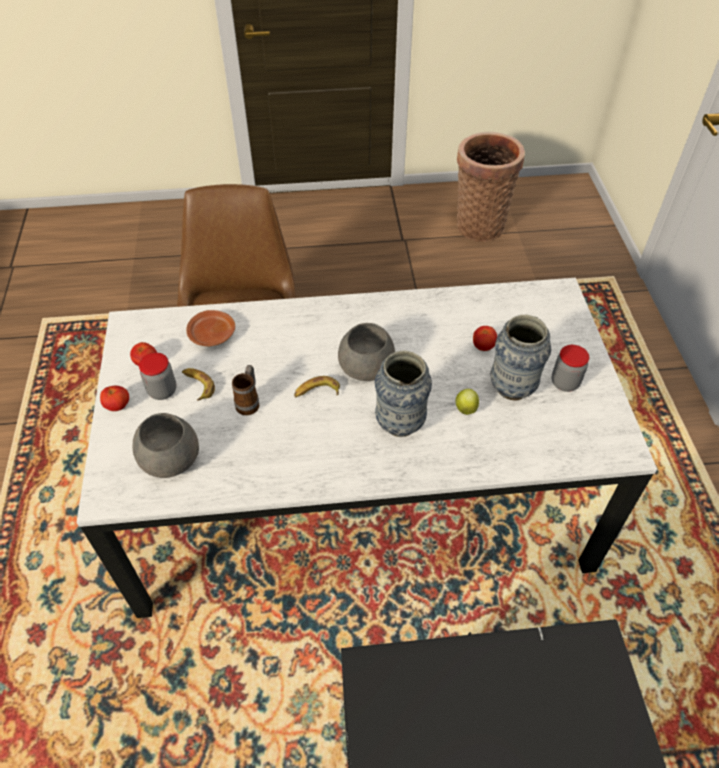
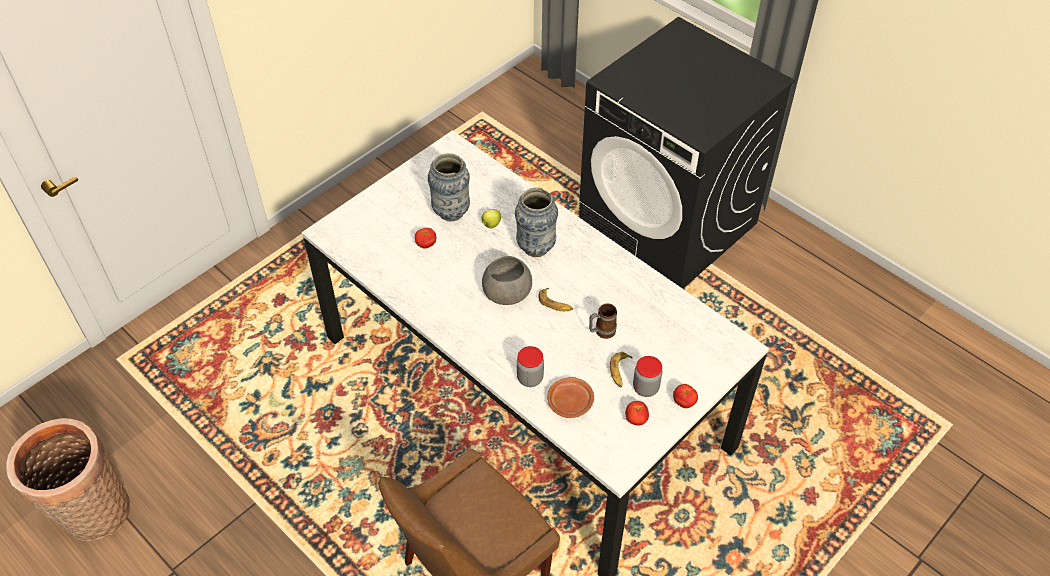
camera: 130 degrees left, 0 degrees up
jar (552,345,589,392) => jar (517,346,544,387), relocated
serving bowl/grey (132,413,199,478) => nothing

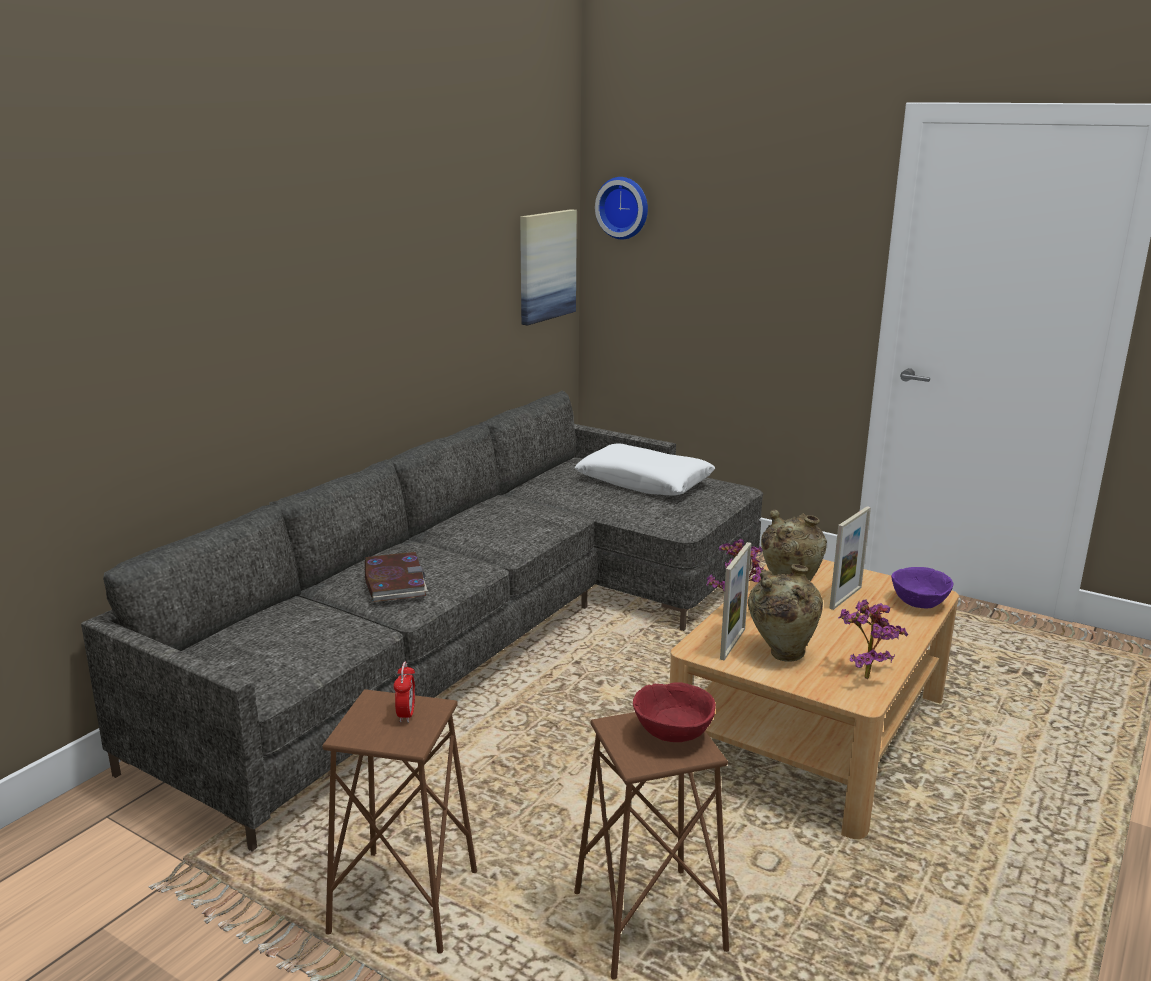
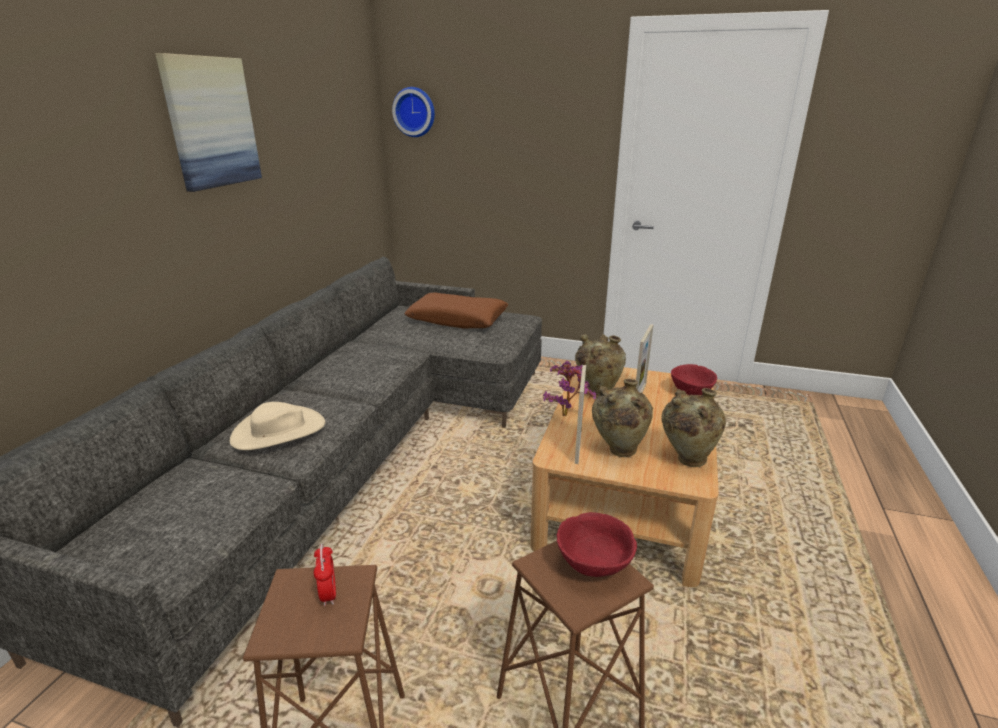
camera: 15 degrees left, 5 degrees up
wall picture (520,209,577,326) => wall picture (155,53,262,192), relocated
throw pillow/white (575,443,715,496) => throw pillow/brown (404,293,509,328)
bound book (365,552,428,602) => wearable hat/sand-coloured (230,402,325,450)
serving bowl/purple (891,567,953,608) => serving bowl/red (671,364,717,395)
potted plant (838,599,908,679) => decorative vase/sand-coloured (661,388,726,467)

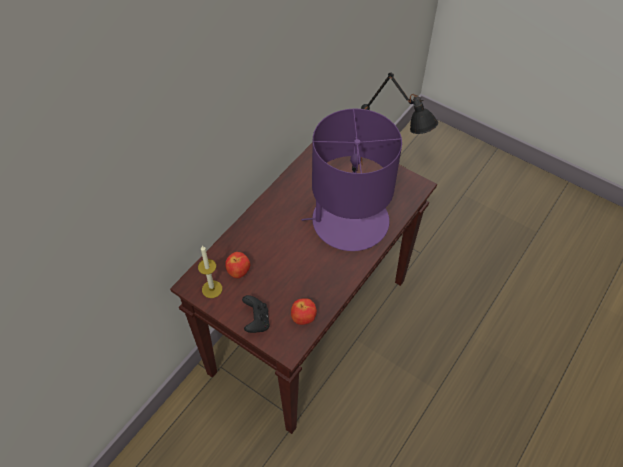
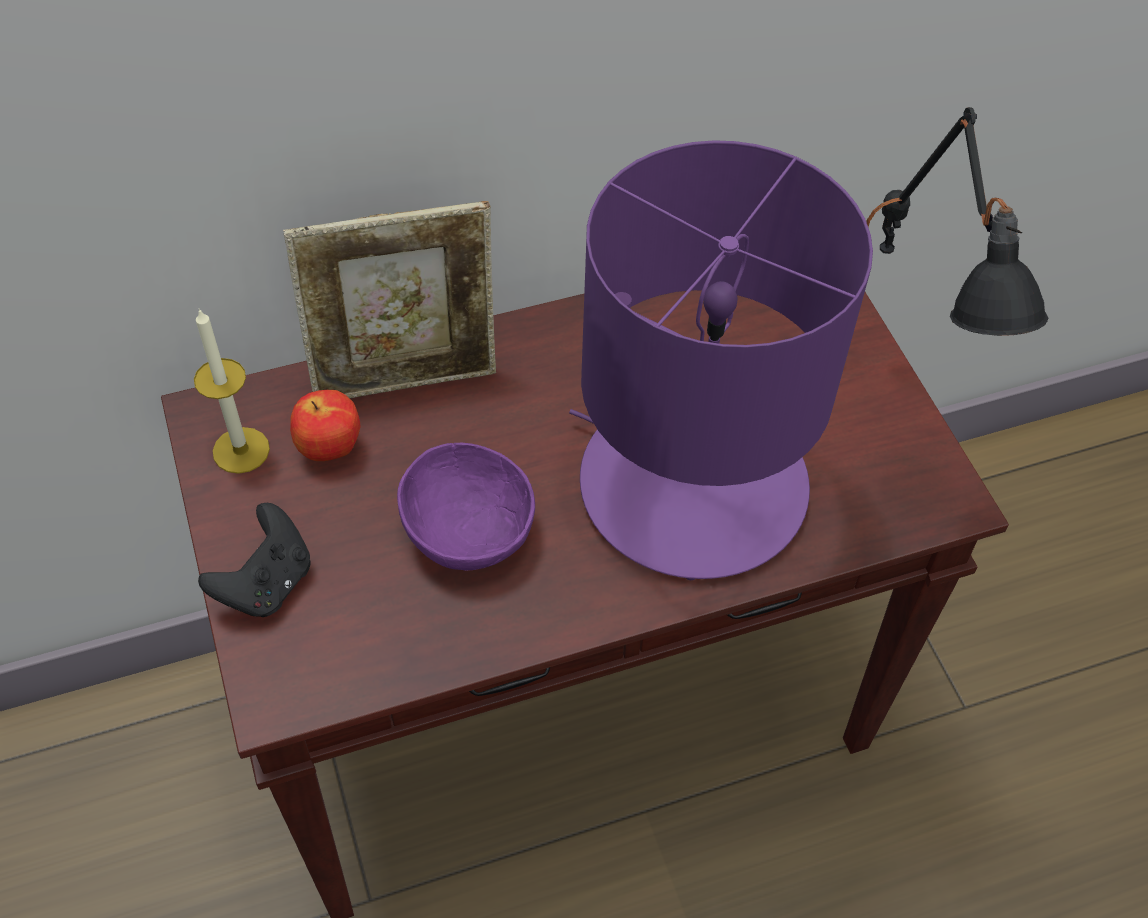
camera: 35 degrees right, 0 degrees up
apple (291,298,317,325) => nothing
nothing => standing frame (283,201,496,398)
nothing => serving bowl/purple (397,443,535,570)

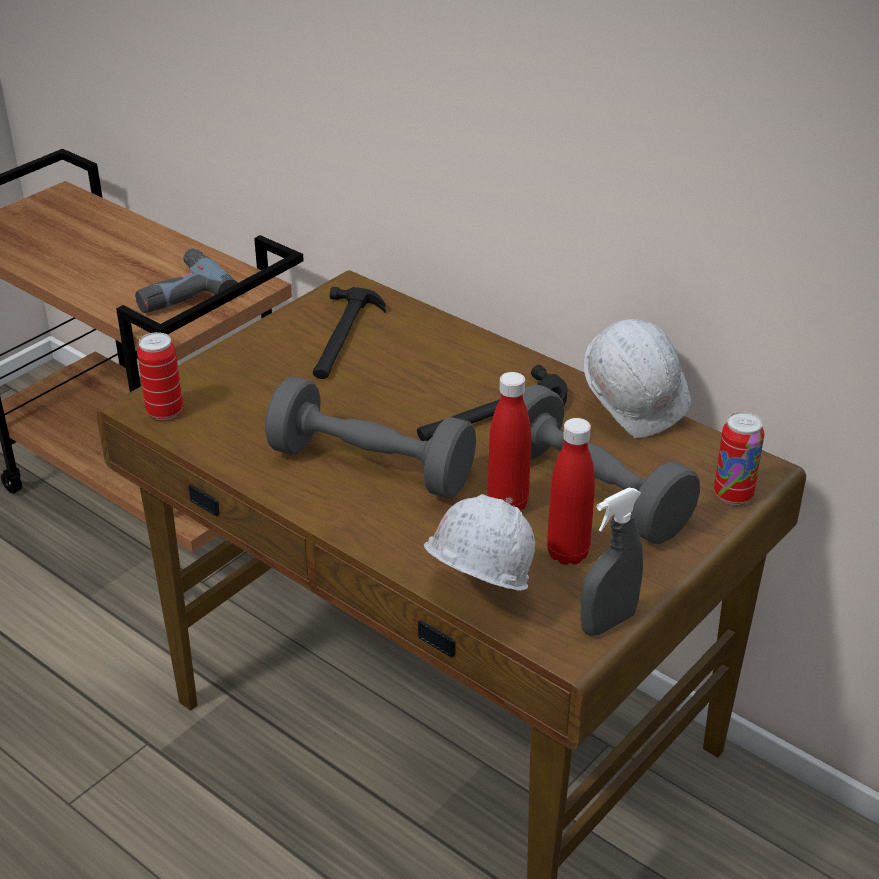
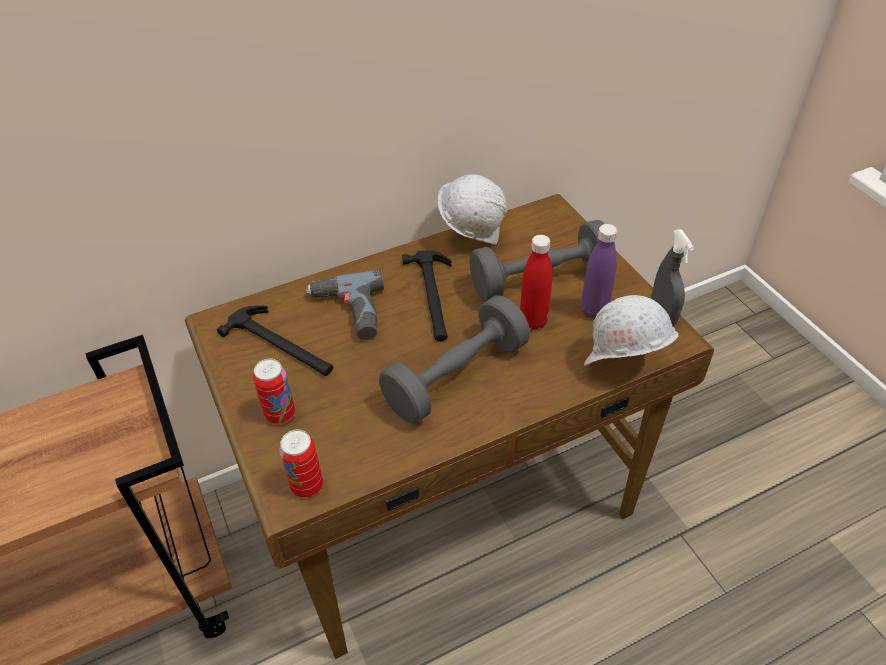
camera: 65 degrees left, 10 degrees up
electric drill (135,248,238,313) => electric drill (306,270,384,340), relocated
metal can (714,412,764,505) => metal can (253,358,295,424), relocated
beverage bottle/red (547,418,595,565) => beverage bottle/purple (581,224,617,319)

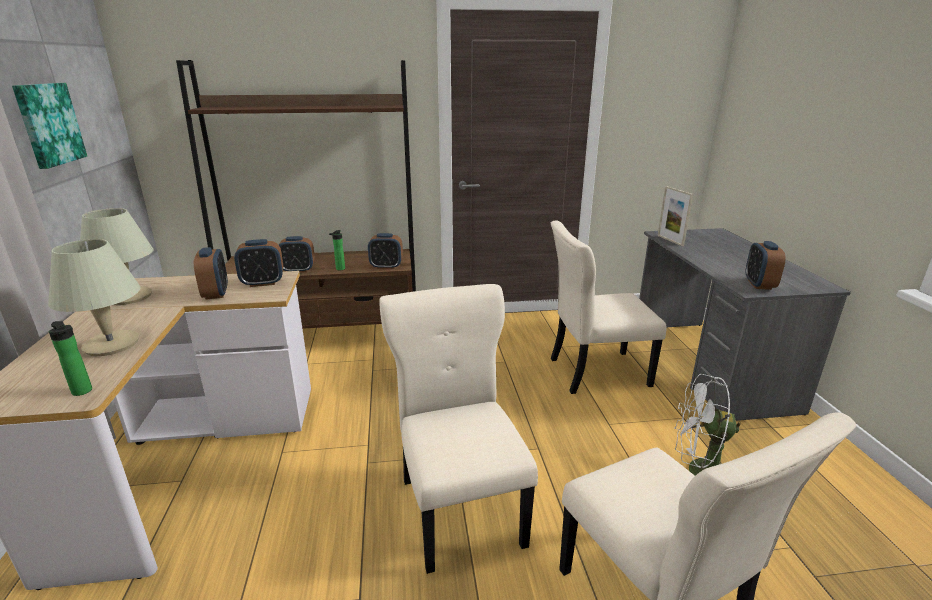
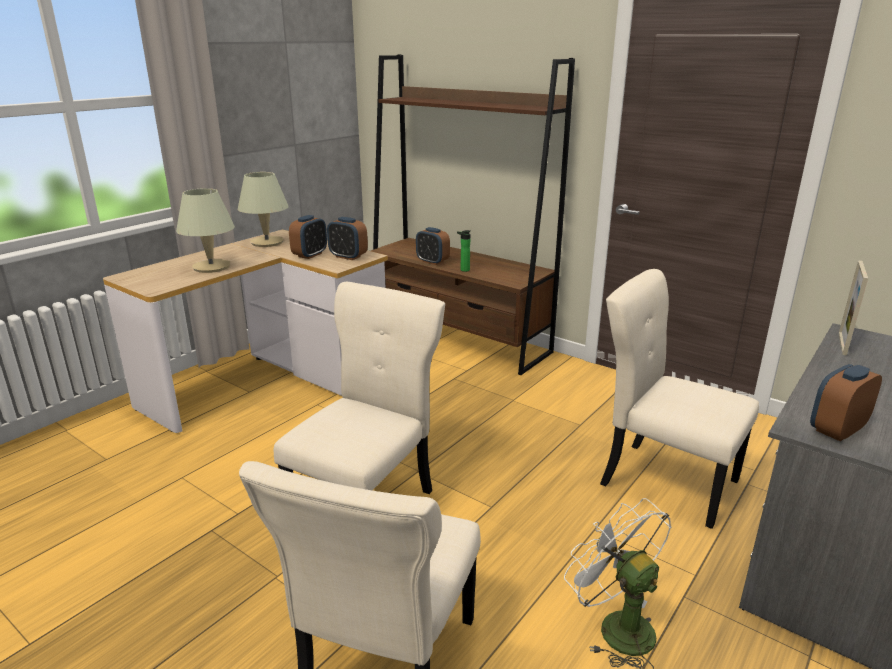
camera: 45 degrees right, 0 degrees up
wall picture (12,83,87,169) => nothing
alarm clock (368,233,403,269) => nothing
beverage bottle (49,321,92,396) => nothing

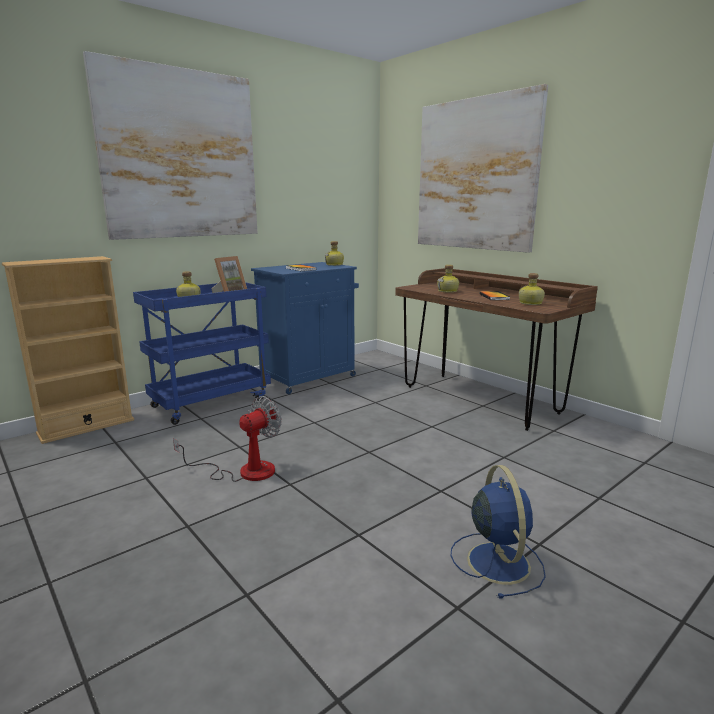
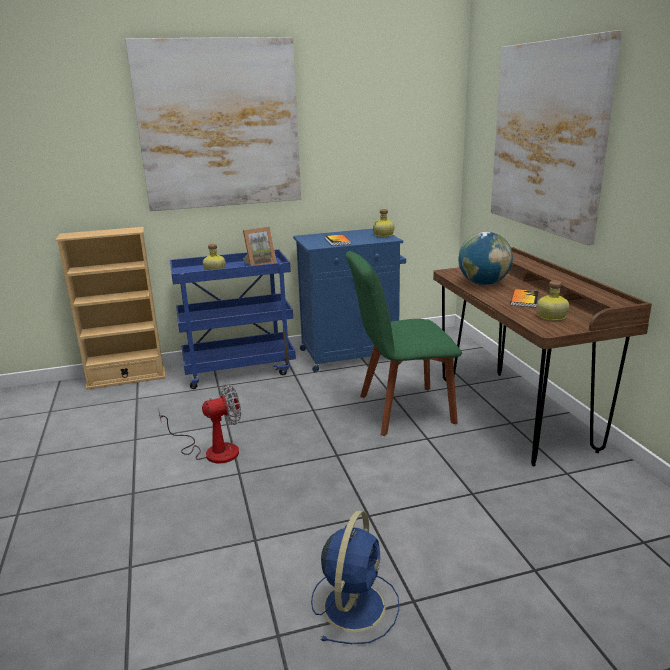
camera: 25 degrees right, 5 degrees up
beverage bottle (437,265,459,293) => world globe (459,232,513,285)
nothing => upright chair/greenish (346,251,462,436)

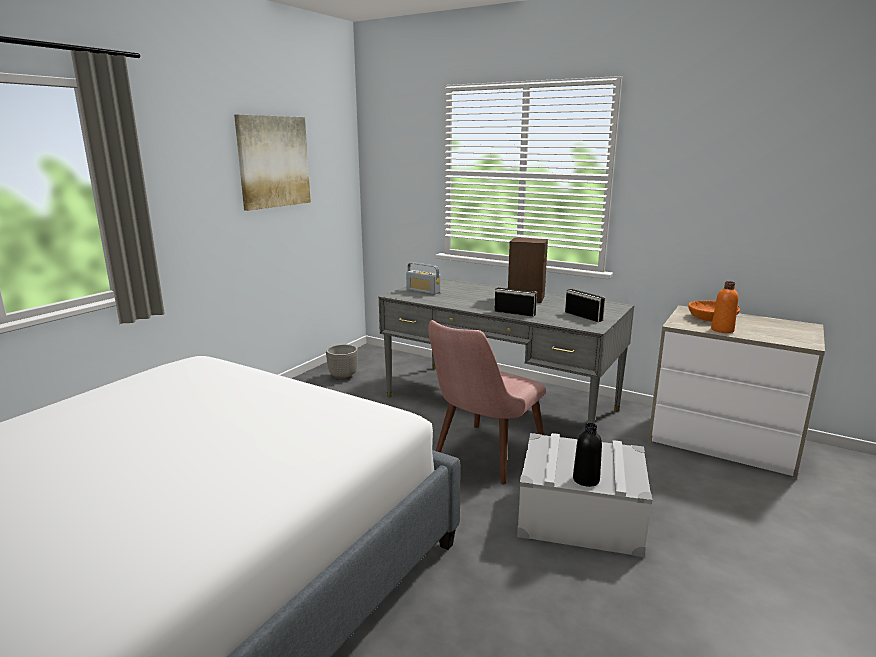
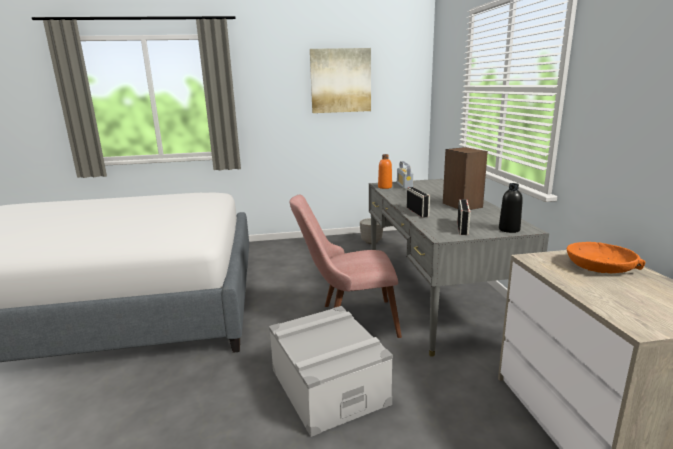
camera: 50 degrees right, 0 degrees up
beverage bottle/orange (711,281,738,333) => beverage bottle/orange (378,154,392,189), relocated
beverage bottle/black (573,423,602,487) => beverage bottle/black (499,183,523,233), relocated

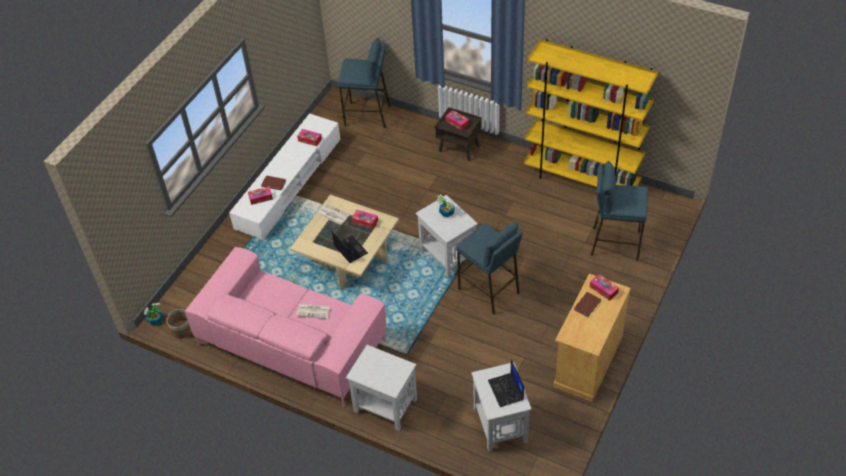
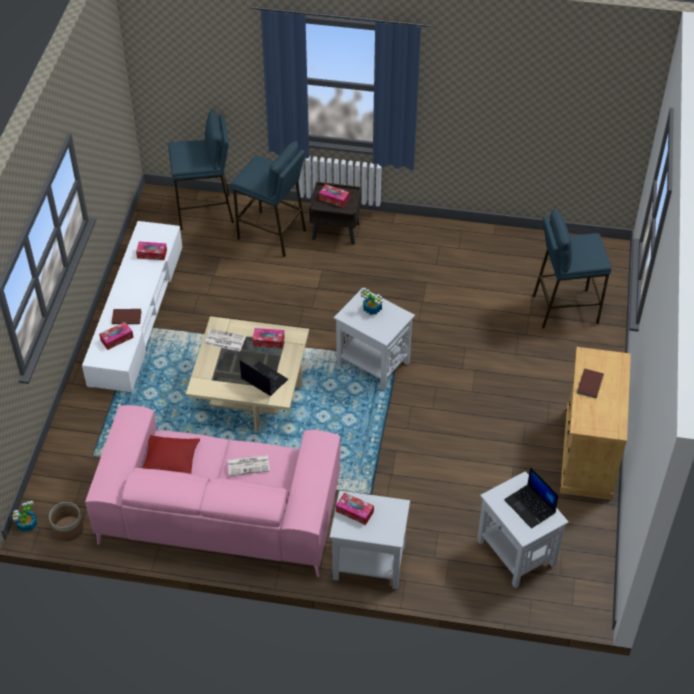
camera: 20 degrees left, 0 degrees up
bookcase/yellow-coloured (524,39,658,187) => nothing
sitting stool/blue-coloured (456,222,523,315) => sitting stool/blue-coloured (231,141,306,257), relocated
box of tissues (590,274,619,301) => box of tissues (336,492,374,525), relocated
nothing => throw pillow/red (142,435,200,474)

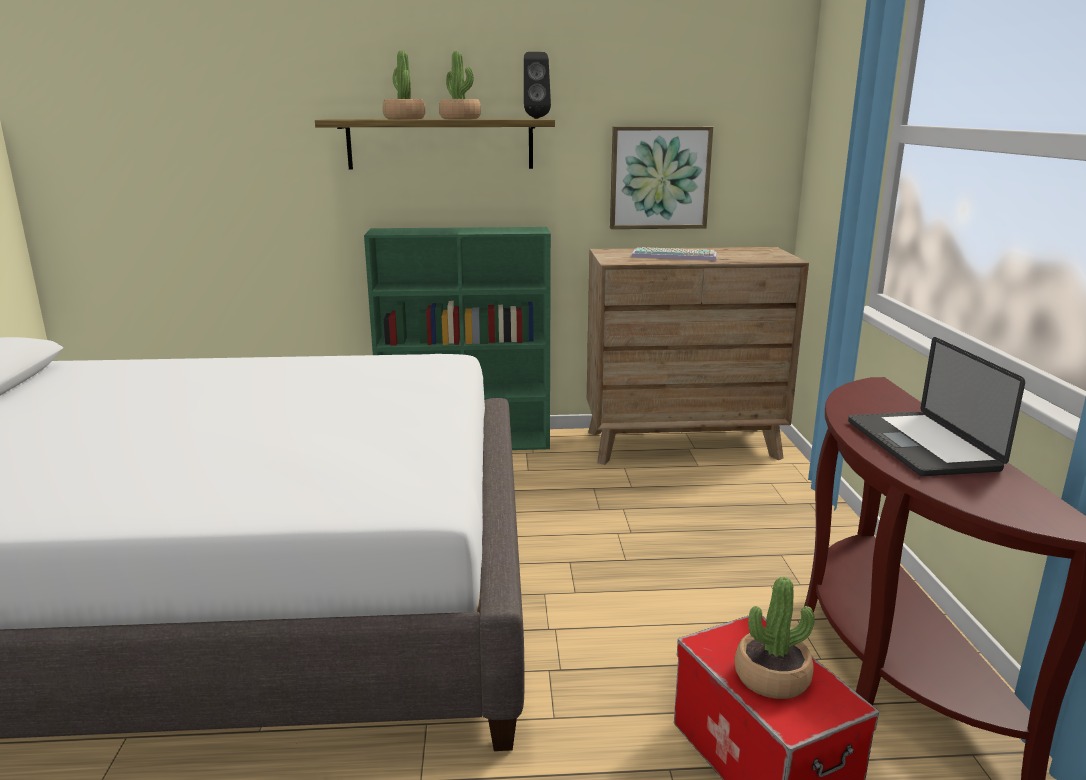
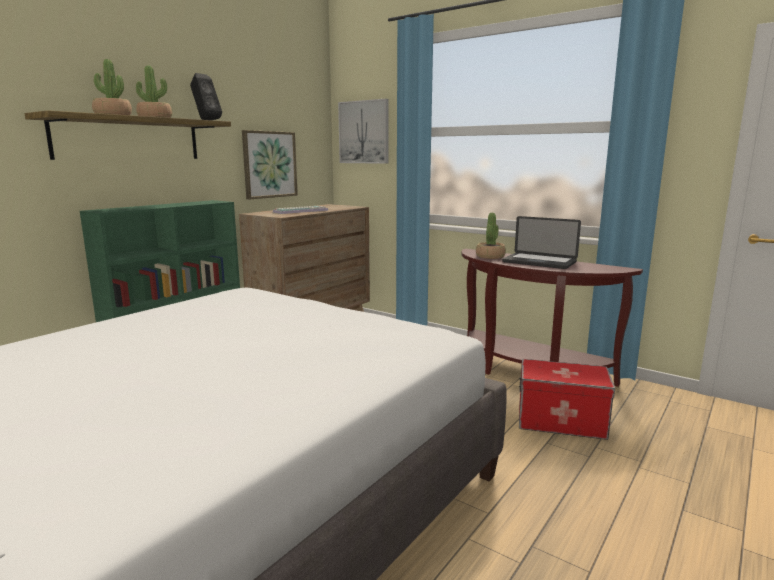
camera: 50 degrees left, 5 degrees down
potted plant (734,577,815,699) => potted plant (476,213,506,259), relocated
nothing => wall picture (338,99,388,164)

